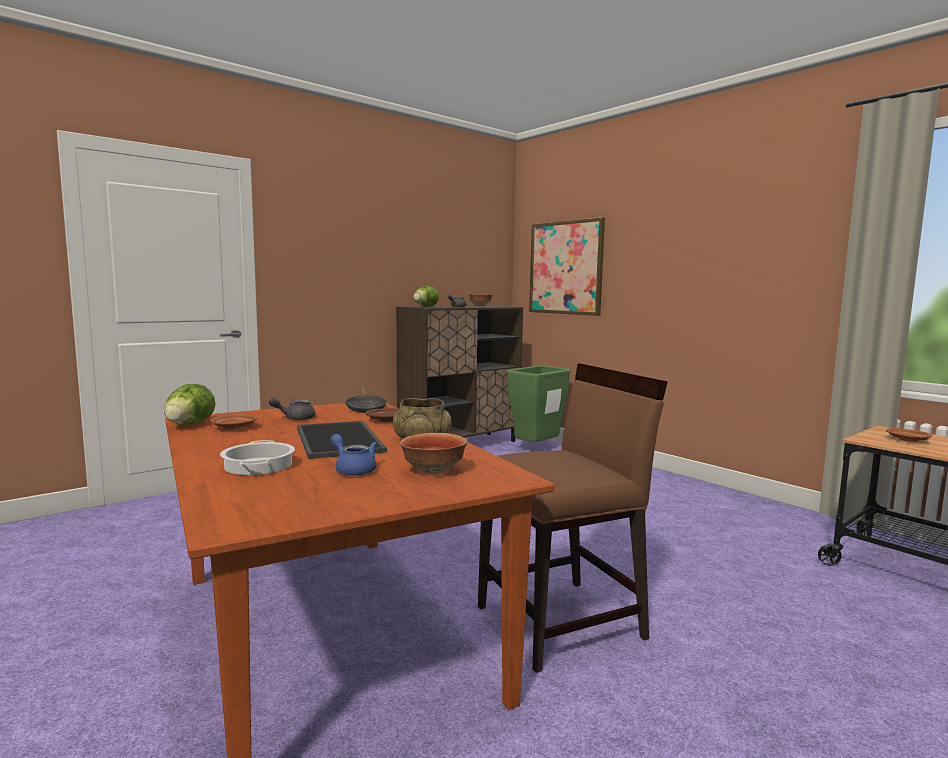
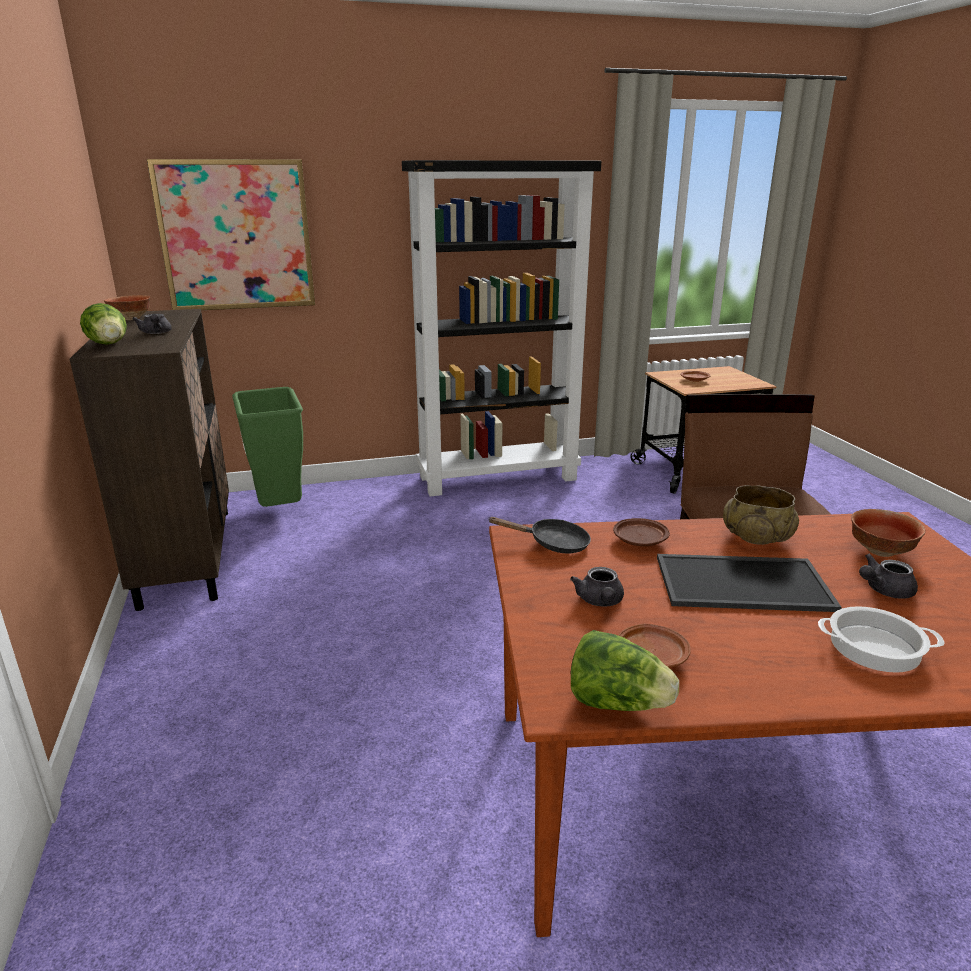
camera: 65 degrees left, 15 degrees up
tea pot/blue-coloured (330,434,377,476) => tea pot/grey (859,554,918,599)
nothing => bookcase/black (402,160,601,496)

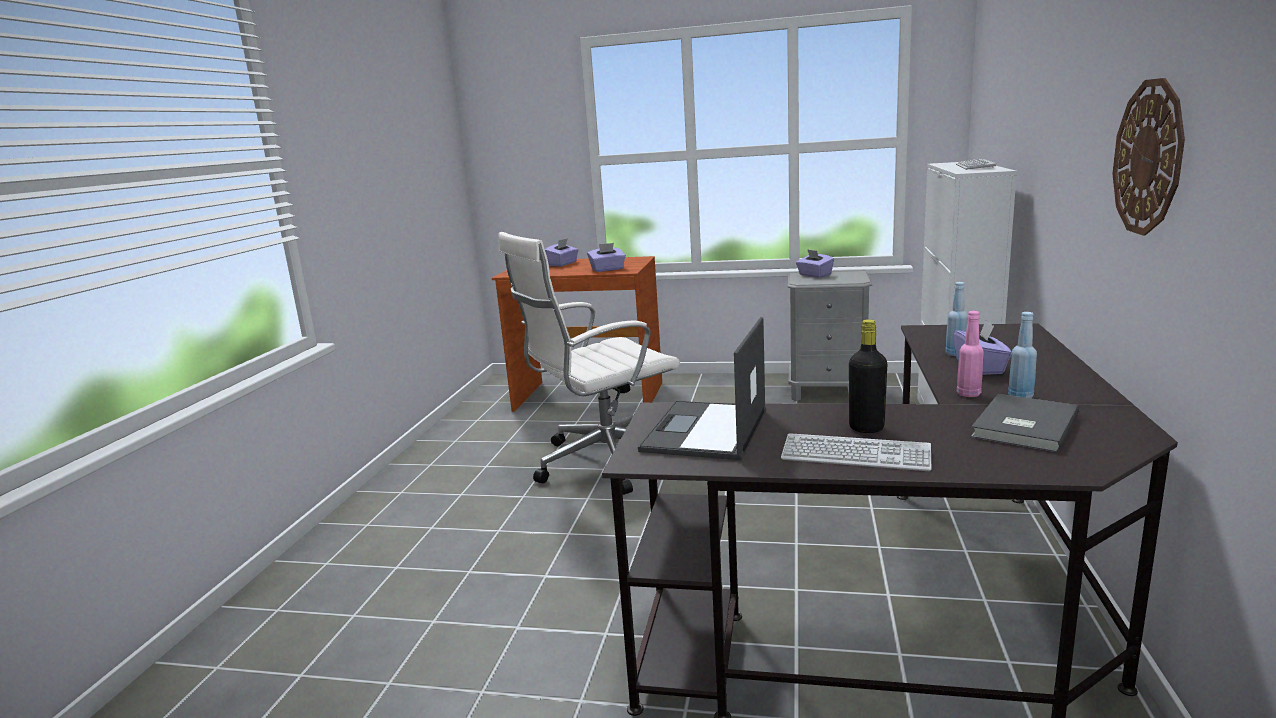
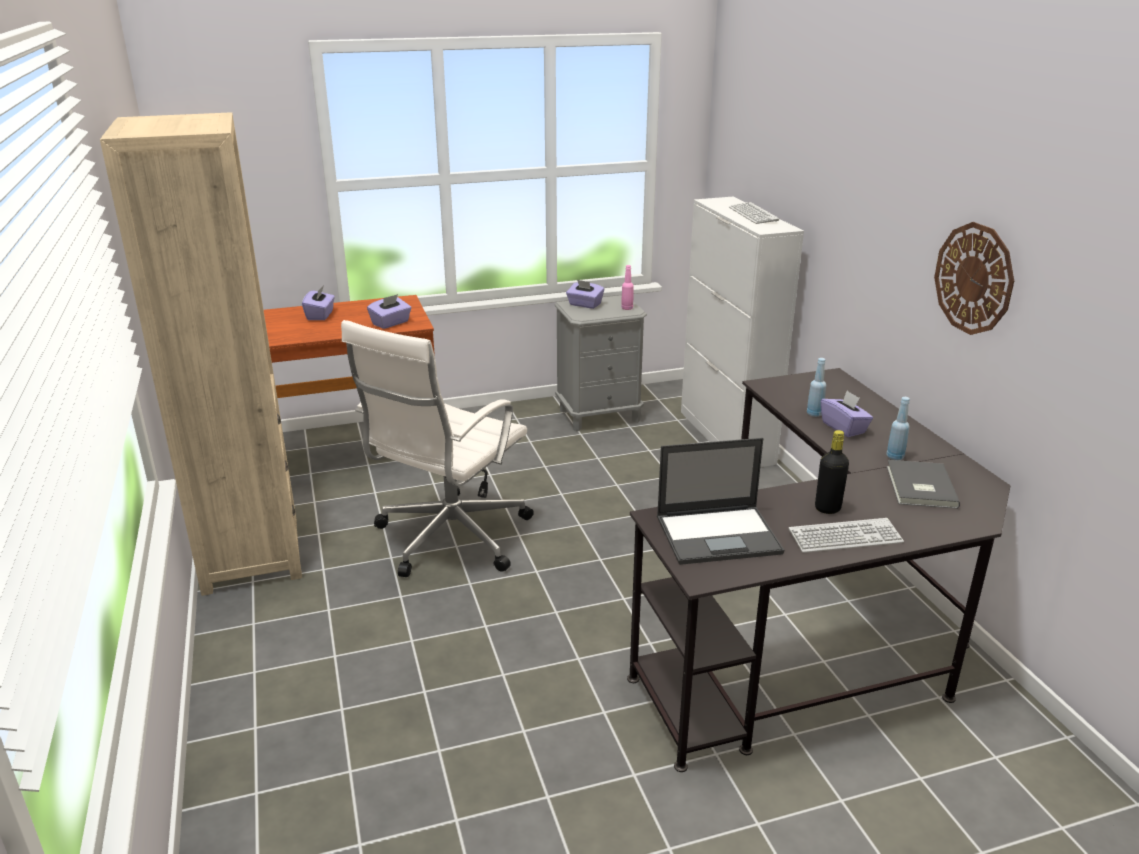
camera: 30 degrees left, 10 degrees up
beverage bottle/pink (957,311,984,397) => beverage bottle/pink (621,265,634,310), relocated
laptop (638,317,766,460) => laptop (657,438,784,565), 90 degrees counterclockwise
nothing => bookcase/sand-coloured (100,112,302,596)

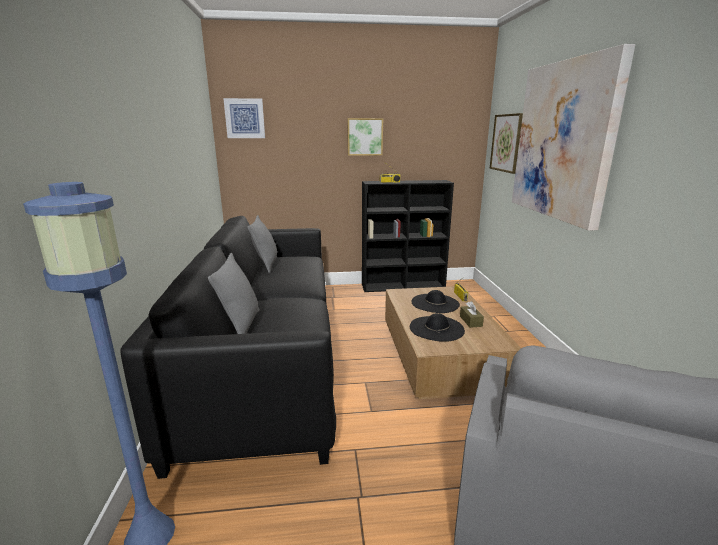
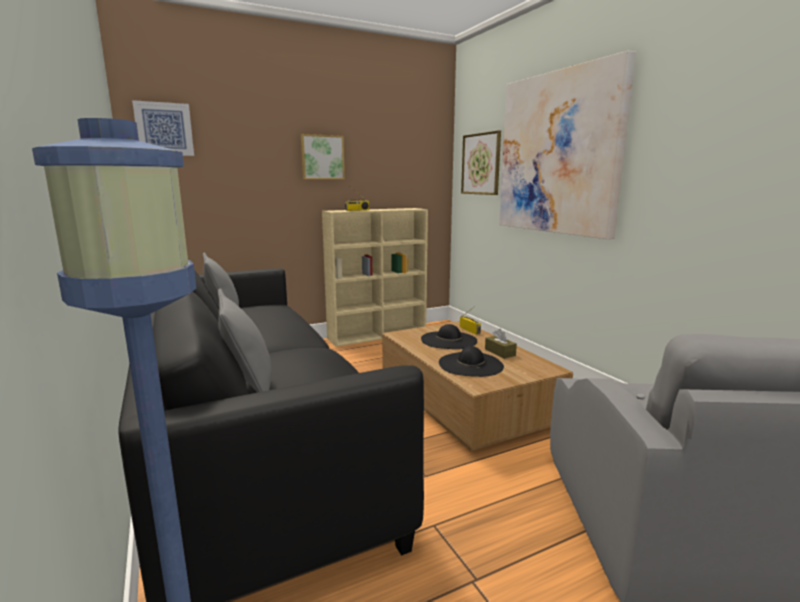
camera: 20 degrees left, 5 degrees down
bookcase/black (362,180,454,292) => bookcase/sand-coloured (322,208,428,347)

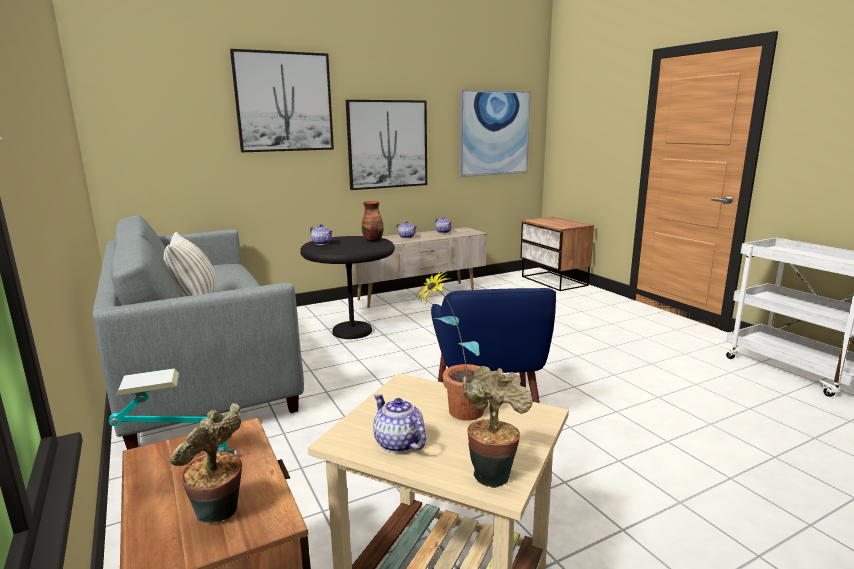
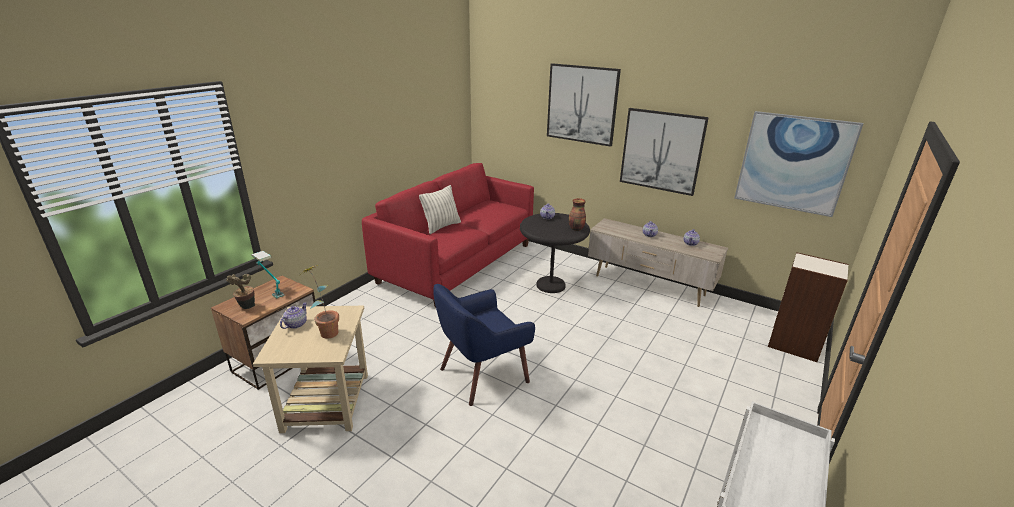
camera: 60 degrees right, 10 degrees up
couch/grey (93,215,304,450) => couch/red (362,163,534,307)
bedside table (520,216,594,291) => bookcase (768,252,849,362)
potted plant (463,366,533,488) => nothing

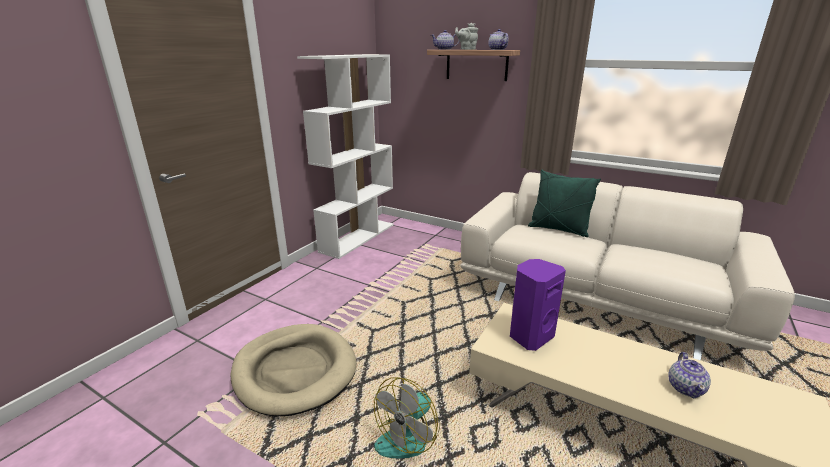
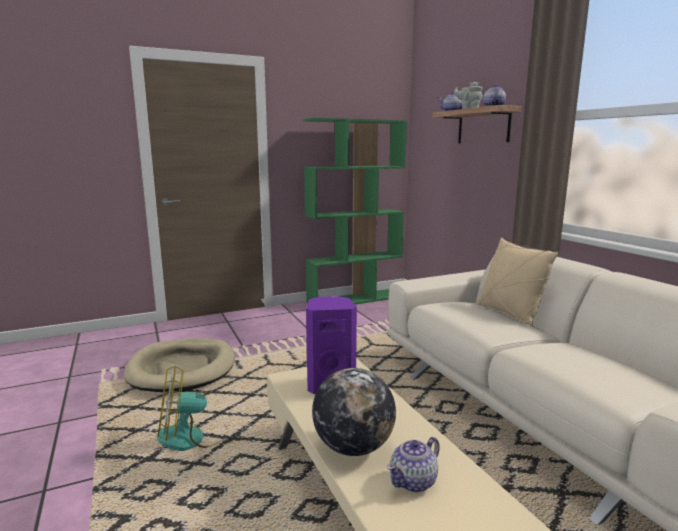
camera: 35 degrees right, 10 degrees down
bookcase/white (297,54,394,259) => bookcase/greenish (303,118,407,305)
throw pillow/greenish (528,170,601,237) => throw pillow/sand-coloured (477,238,559,326)
nothing => world globe (312,368,396,456)

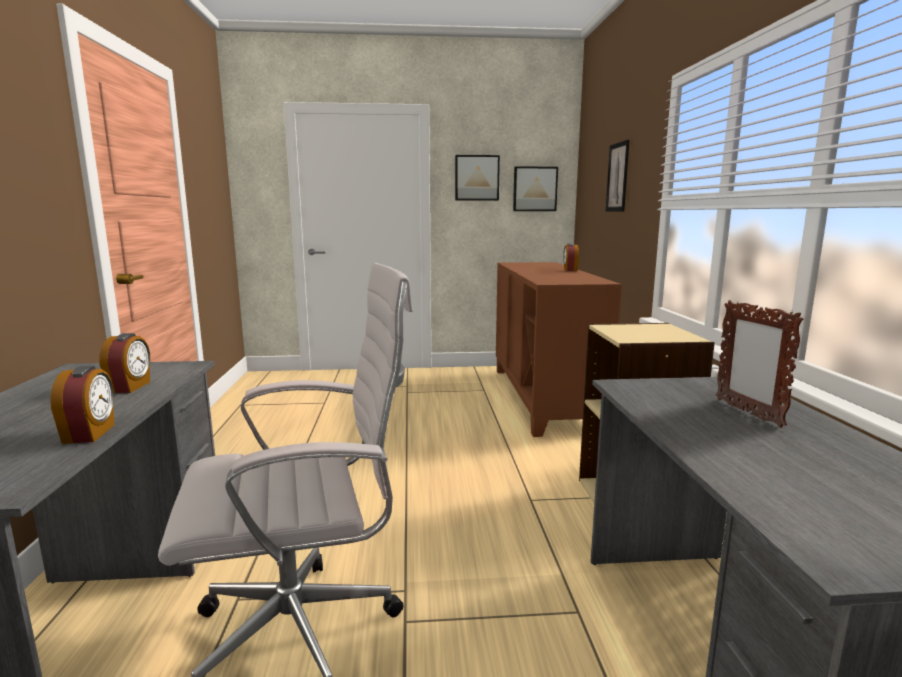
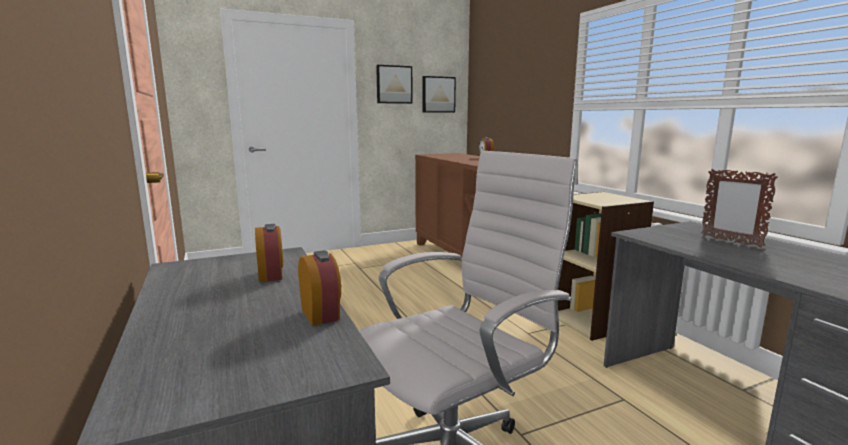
camera: 20 degrees left, 0 degrees up
wall picture (605,140,629,212) => nothing

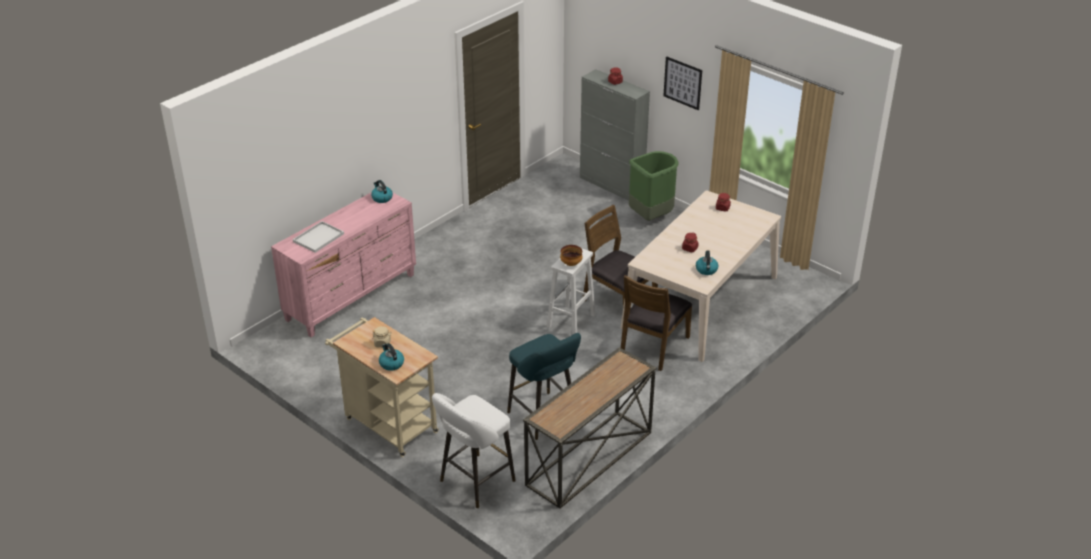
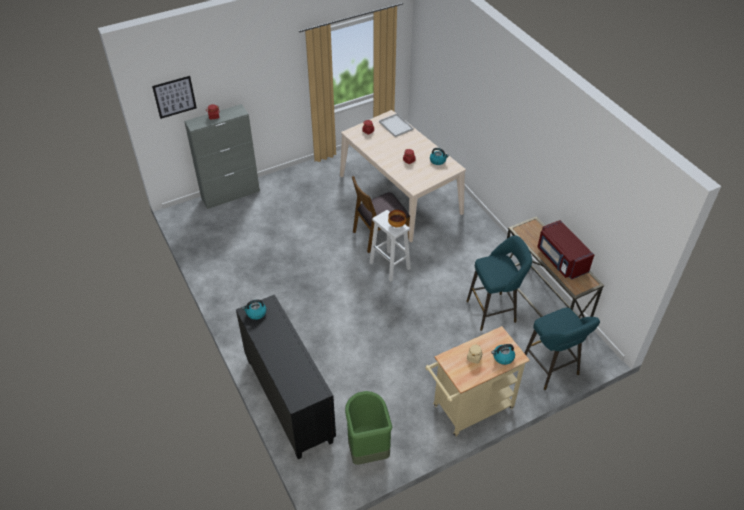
camera: 70 degrees left, 10 degrees up
wall picture (663,56,702,110) => wall picture (152,76,197,119), relocated
waste bin/greenish (629,151,679,221) => waste bin/greenish (345,391,392,465), relocated
drawer chest/pink (271,192,416,337) => drawer chest/black (236,294,336,459)
serving tray/white (293,221,344,253) => serving tray/white (379,114,413,137), relocated
upright chair/brown (621,275,692,371) => nothing
sitting stool/white (432,393,516,508) => sitting stool/turquoise (524,308,600,390)
nothing => microwave oven/red (537,220,594,280)

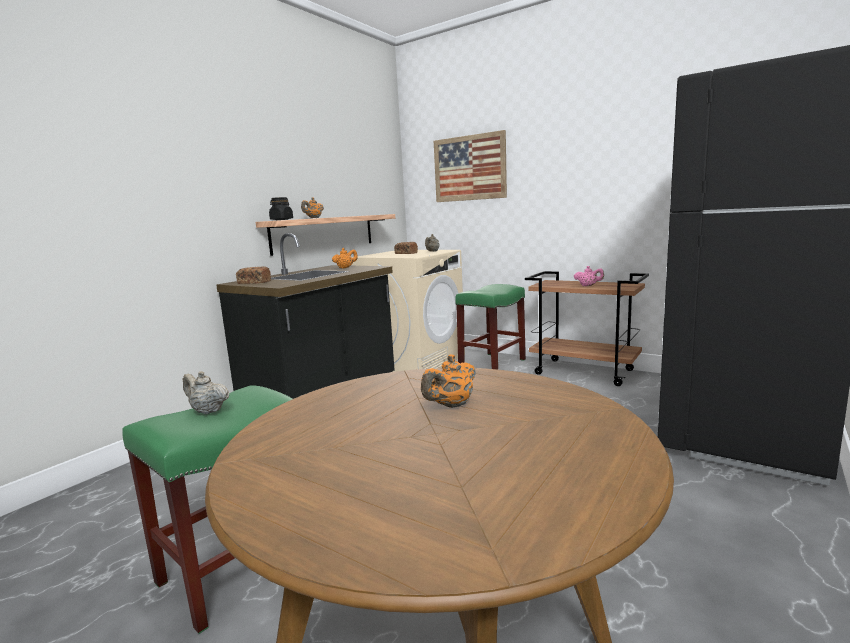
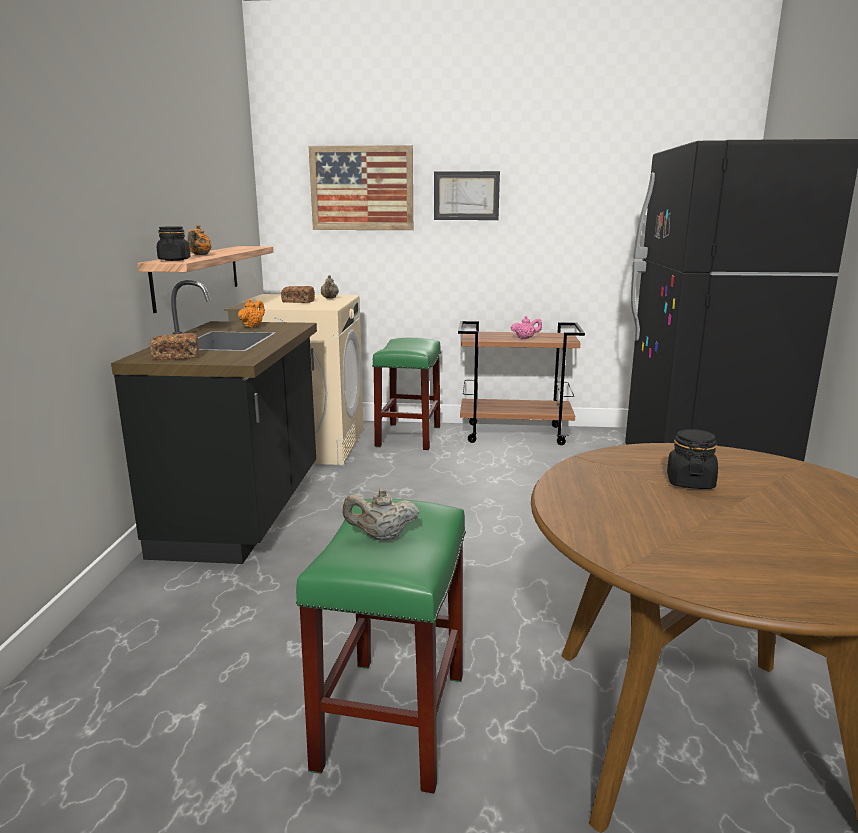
camera: 30 degrees left, 5 degrees up
tea pot/orange (421,355,476,408) => jar/black (667,429,718,489)
nothing => wall picture (434,171,500,220)

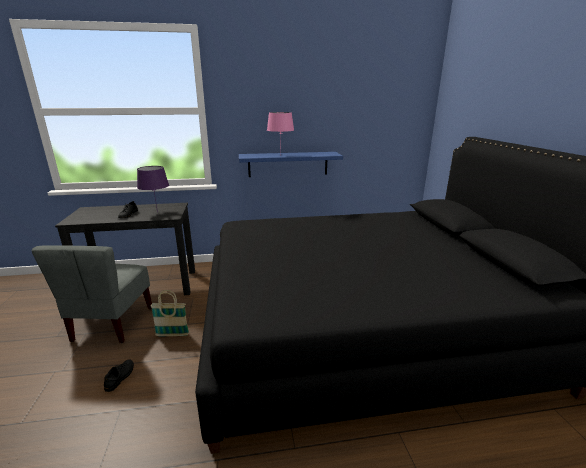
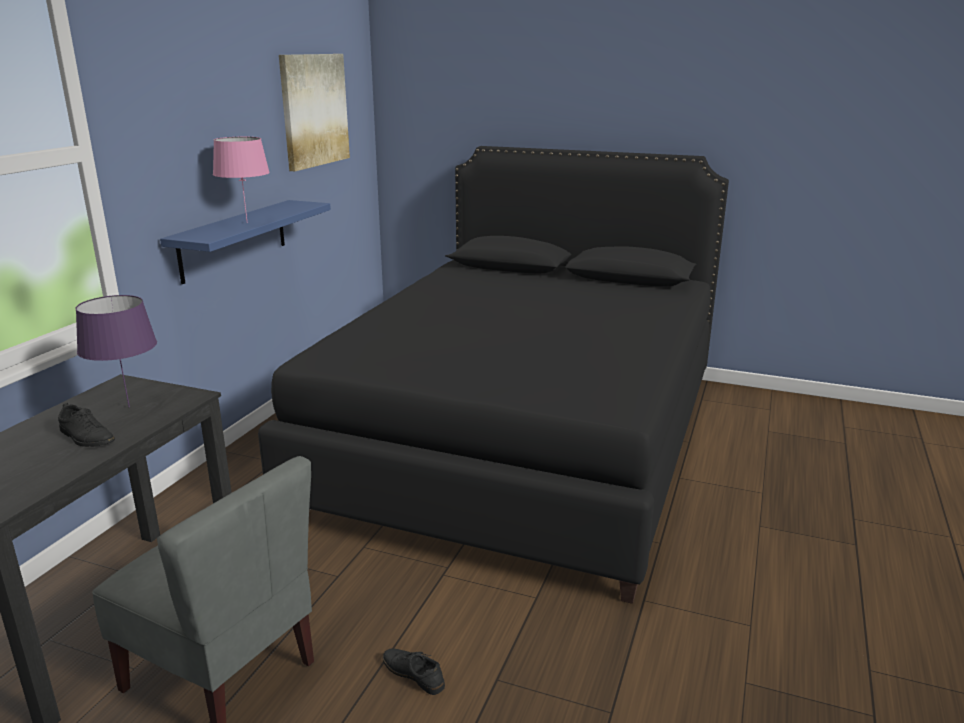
camera: 60 degrees left, 0 degrees up
basket (151,290,189,336) => nothing
nothing => wall picture (279,54,350,171)

